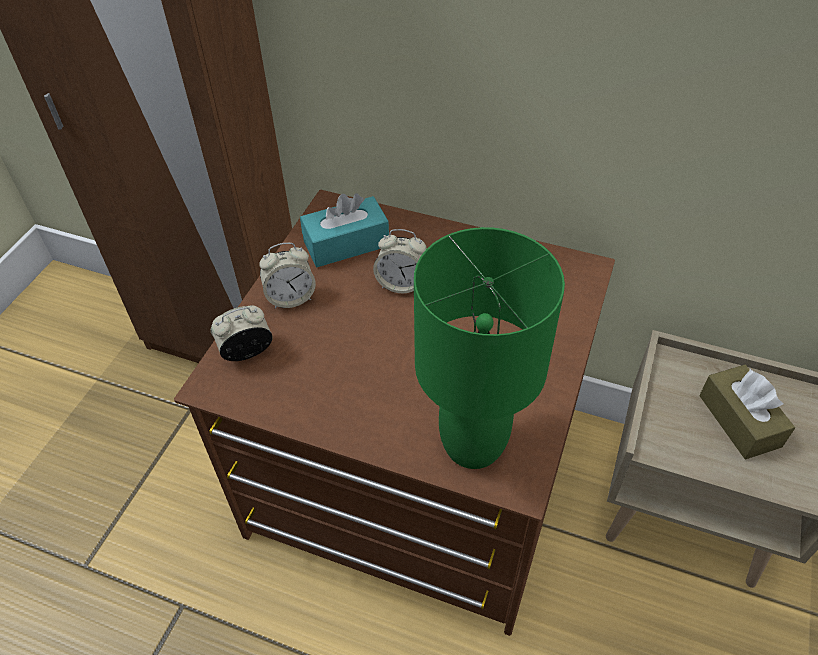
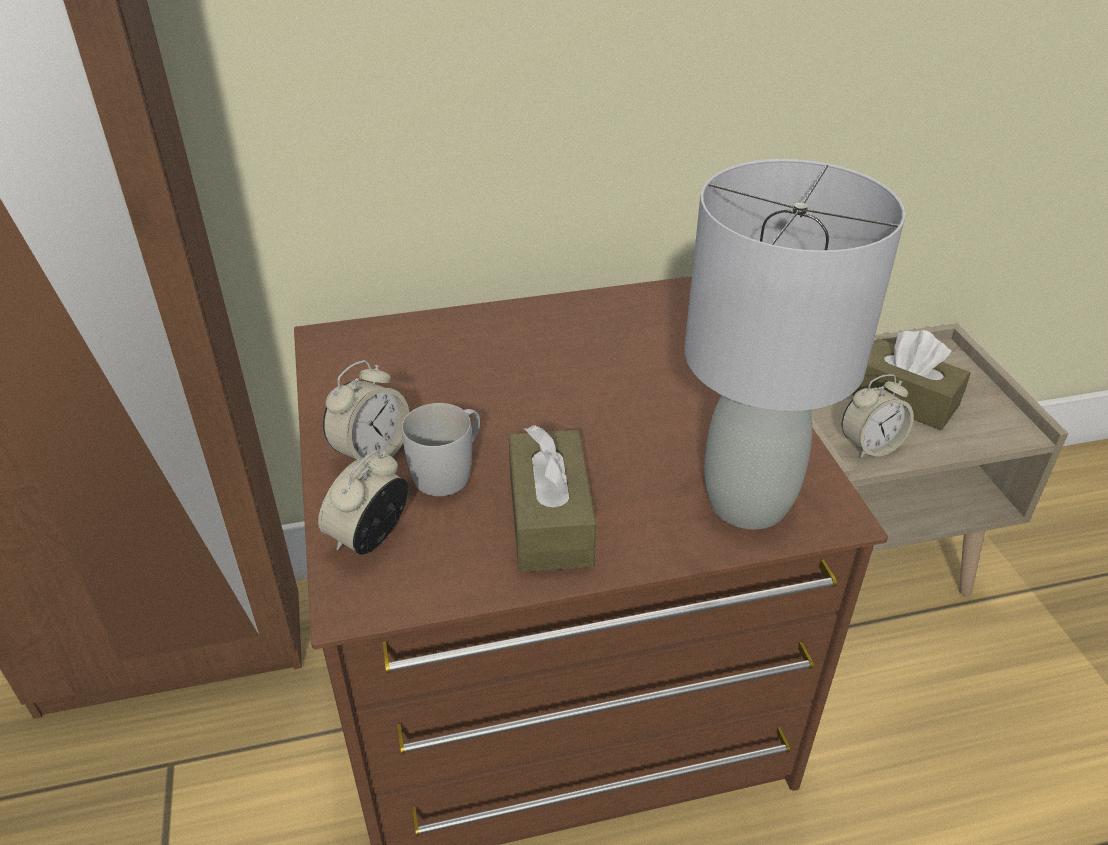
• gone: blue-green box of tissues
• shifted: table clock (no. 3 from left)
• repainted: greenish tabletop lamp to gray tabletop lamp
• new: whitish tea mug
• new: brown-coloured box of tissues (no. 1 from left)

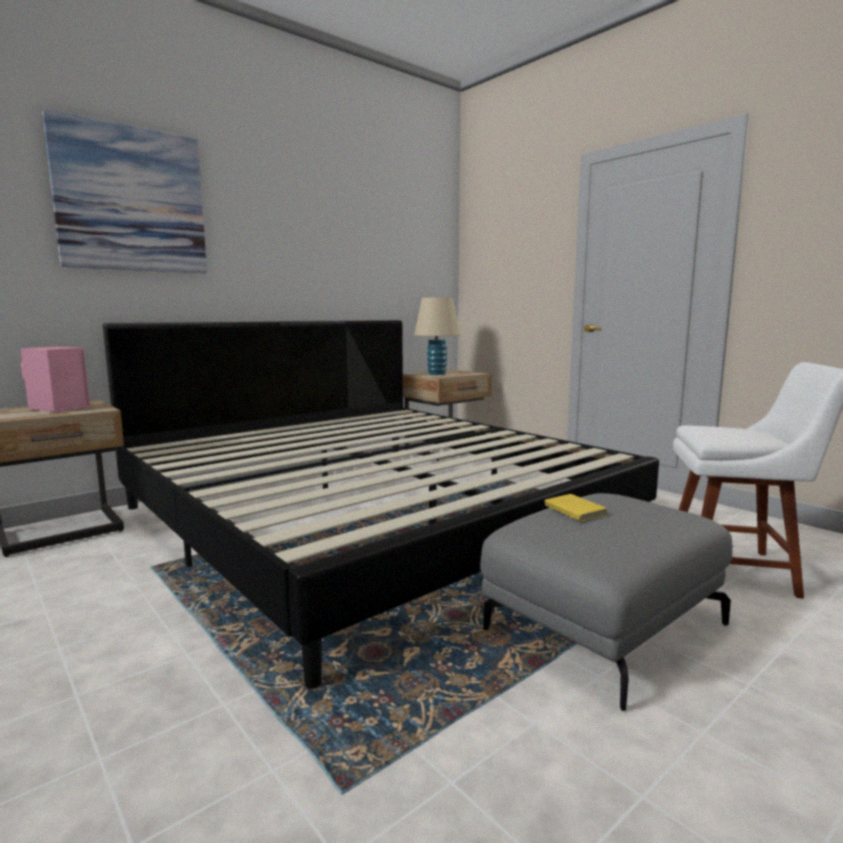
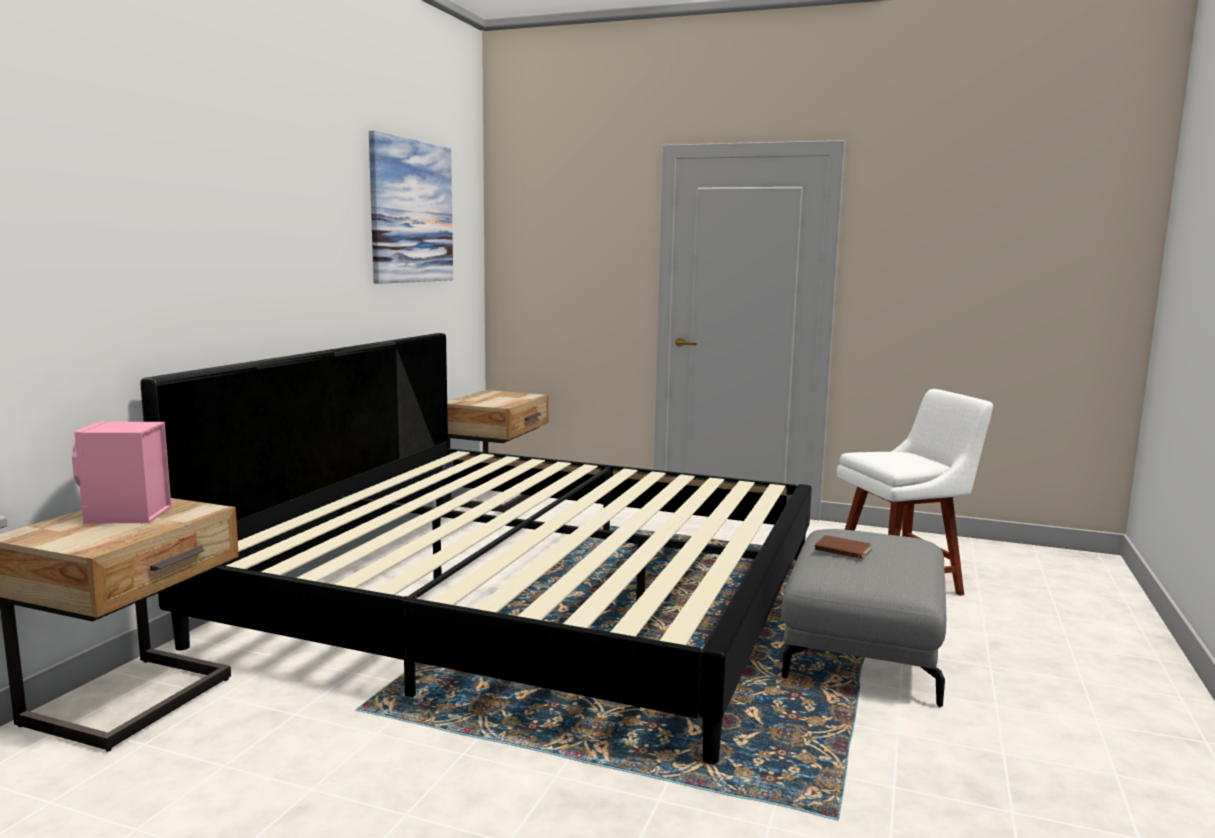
• shifted: wall picture
• gone: sand-coloured tabletop lamp
• repainted: yellow bound book to brown-coloured bound book

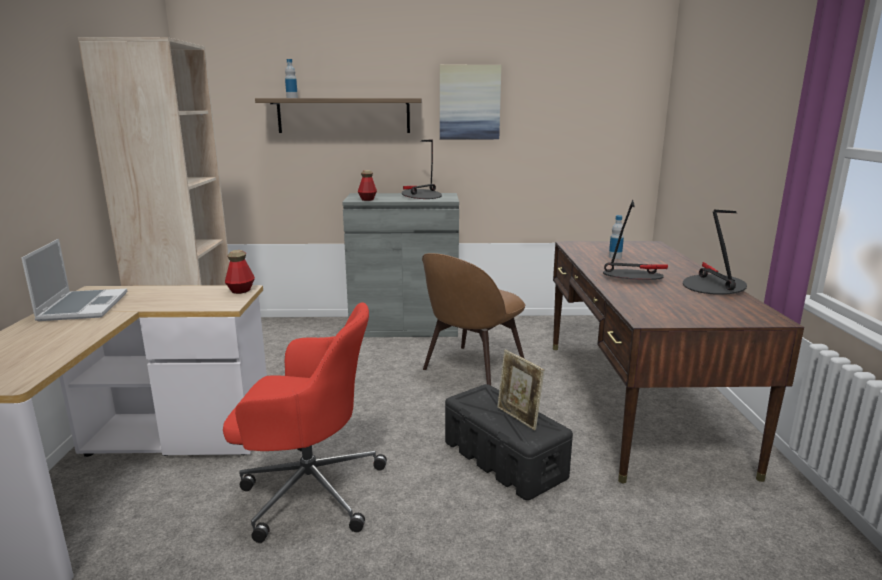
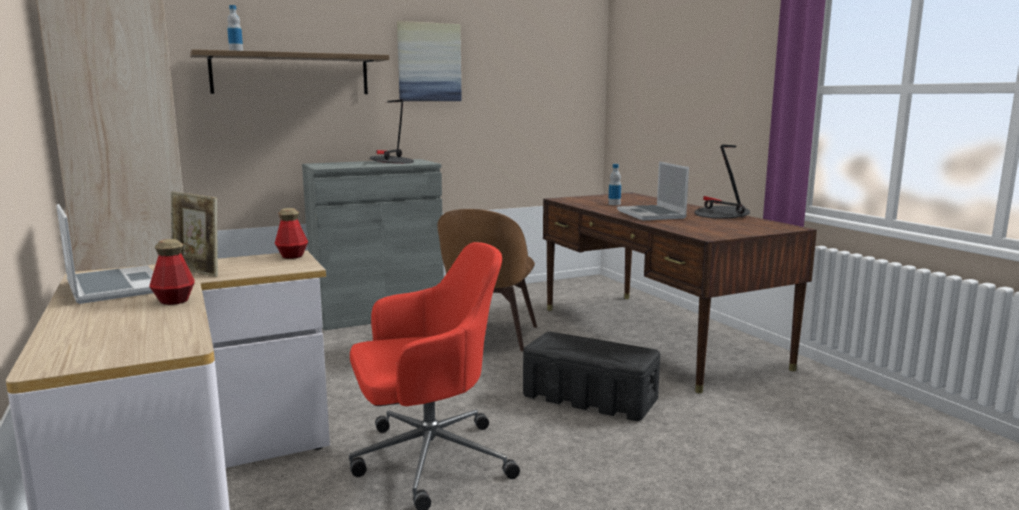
• shifted: bottle (no. 3 from left in the first image) to bottle (no. 1 from left)
• shifted: picture frame
• swapped: tabletop lamp (no. 2 from left) to portable computer (no. 2 from left)

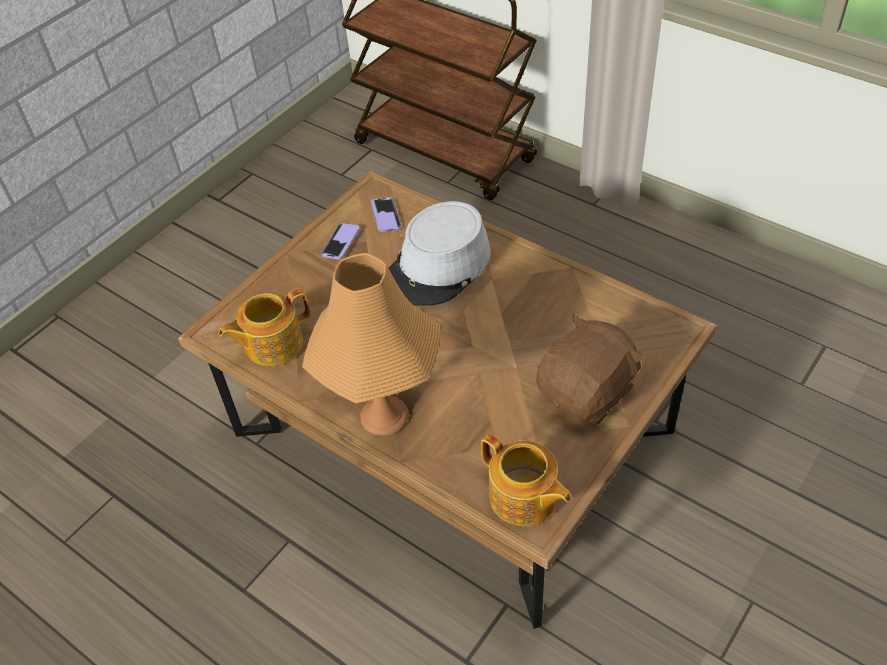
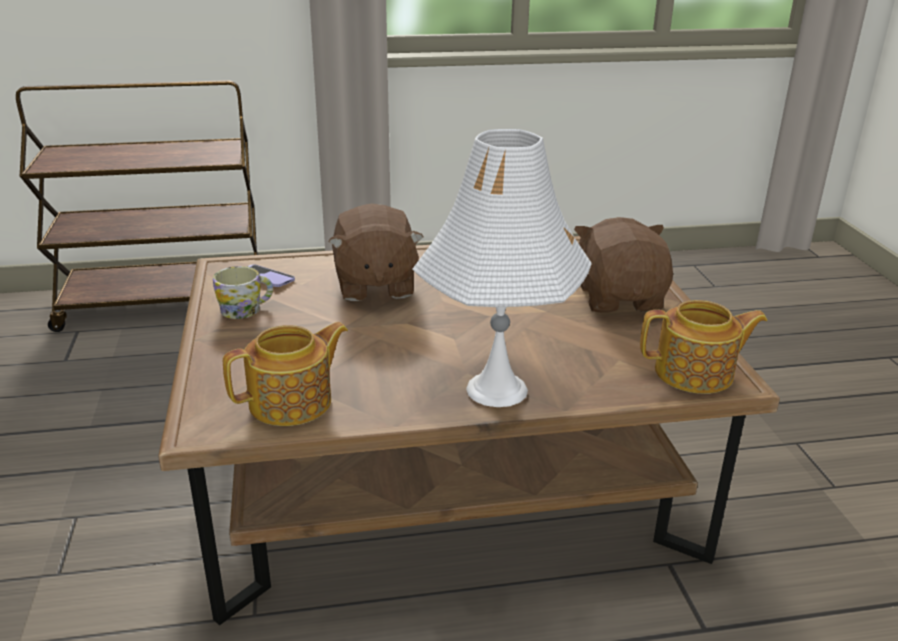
• rotated: pot for tea (no. 1 from left) 135 degrees counterclockwise
• repainted: orangey tabletop lamp to whitish tabletop lamp
• swapped: telephone (no. 1 from left) to tea mug
• swapped: gray wearable hat to brown-coloured soft toy (no. 1 from left)

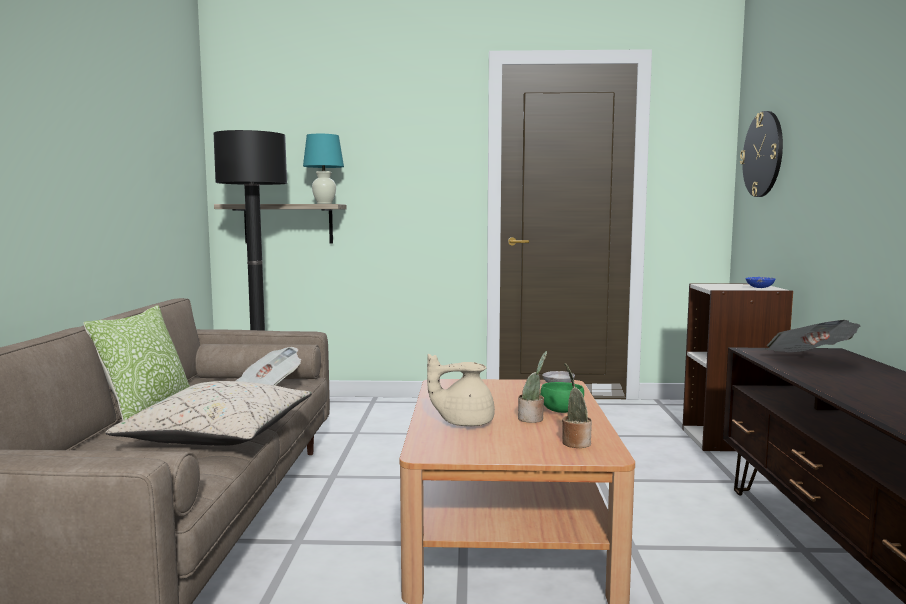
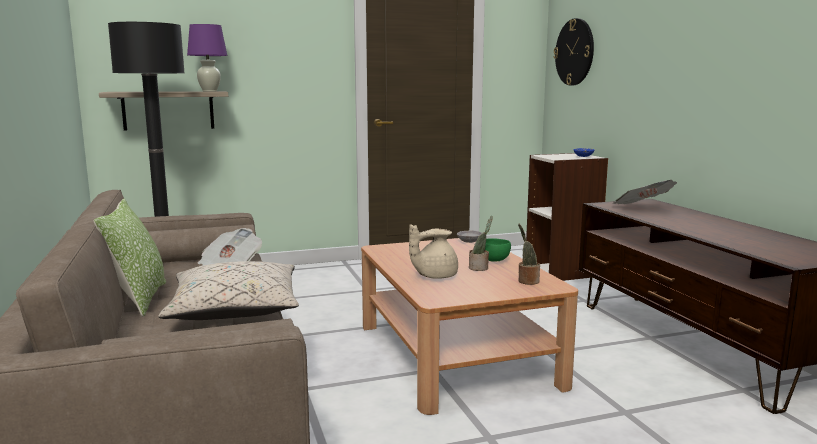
• repainted: blue-green tabletop lamp to purple tabletop lamp

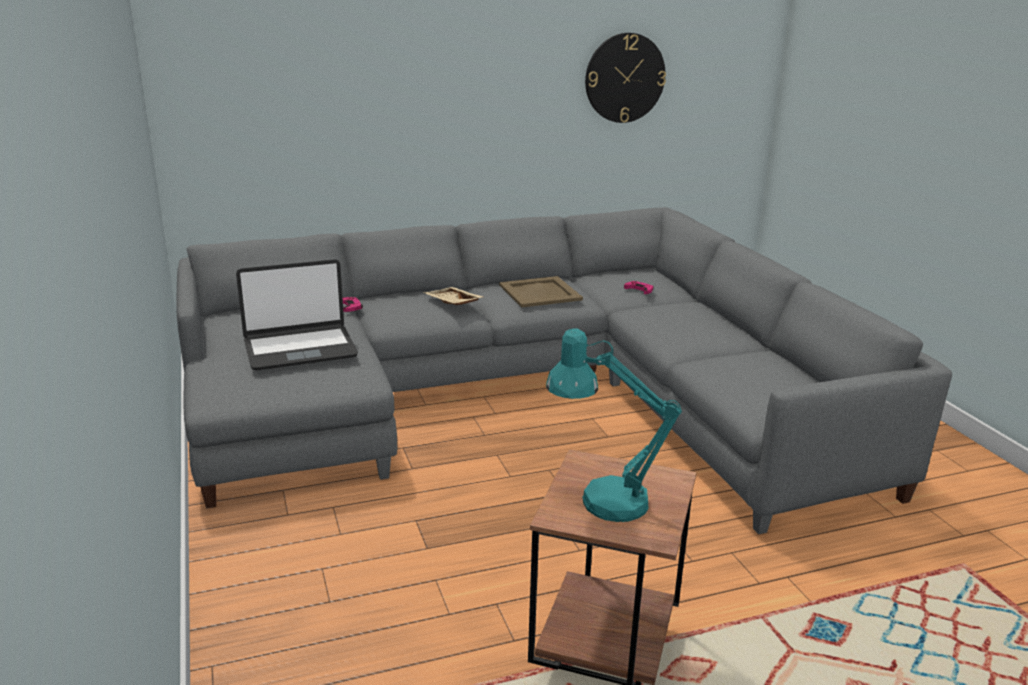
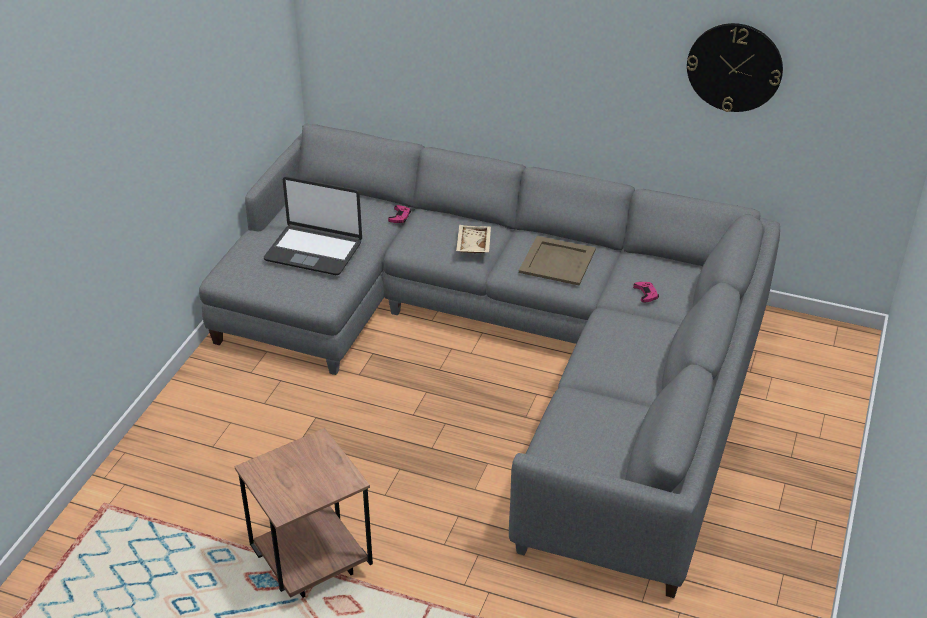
• gone: blue-green tabletop lamp

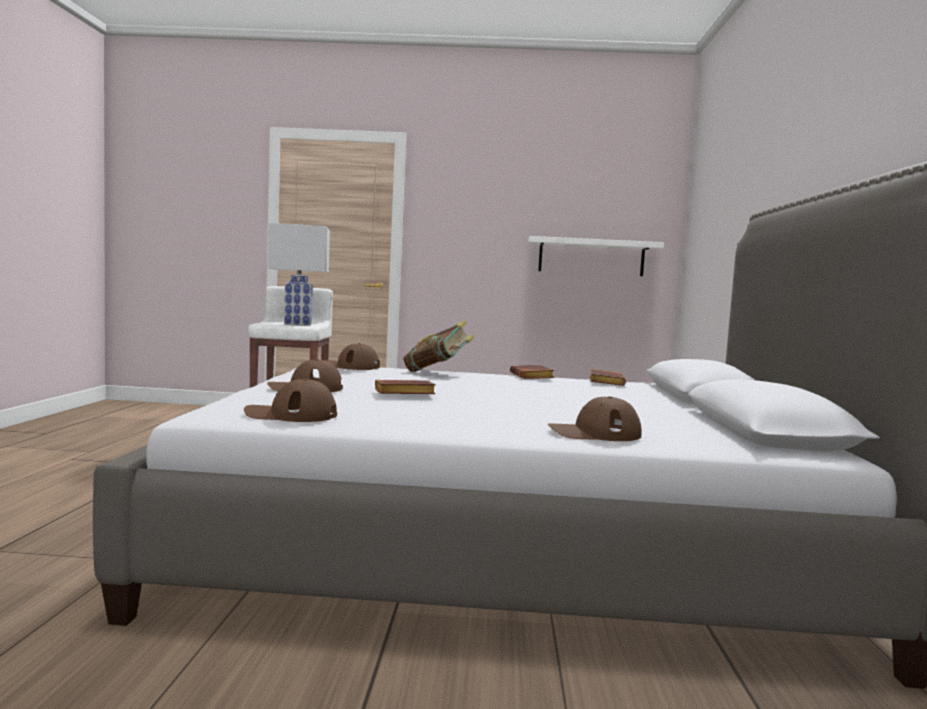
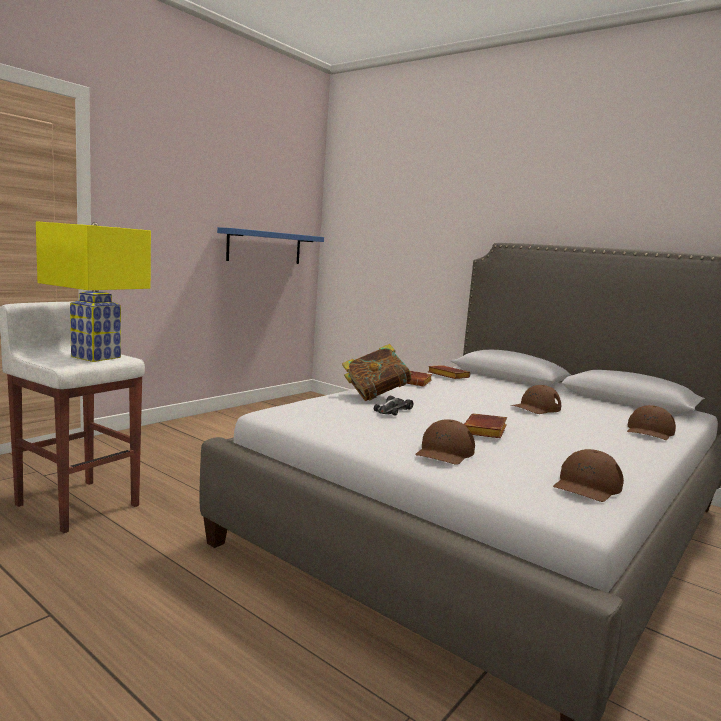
• repainted: whitish tabletop lamp to yellow tabletop lamp
• shifted: brown-coloured peaked cap (no. 3 from left in the first image) to brown-coloured peaked cap (no. 2 from left)
• repainted: whitish wall shelf to blue wall shelf
• new: toy car

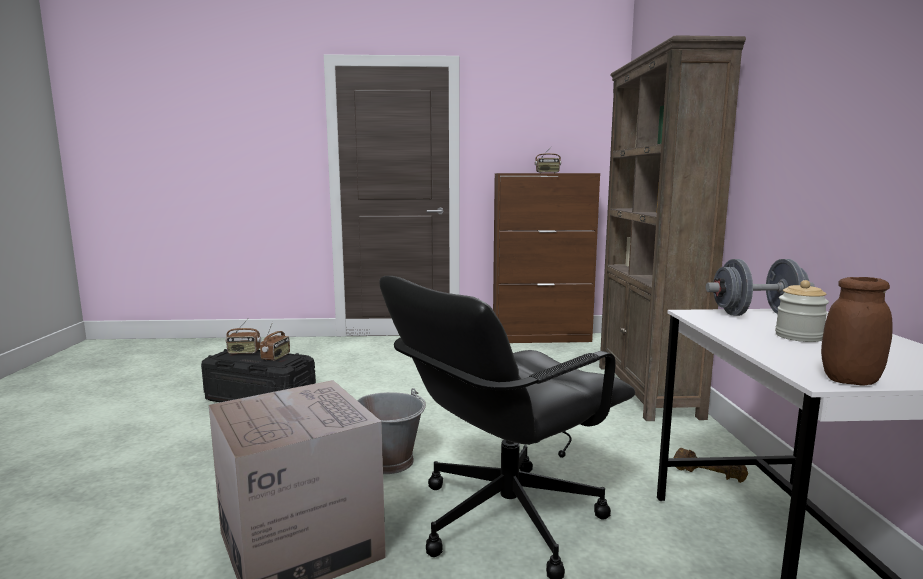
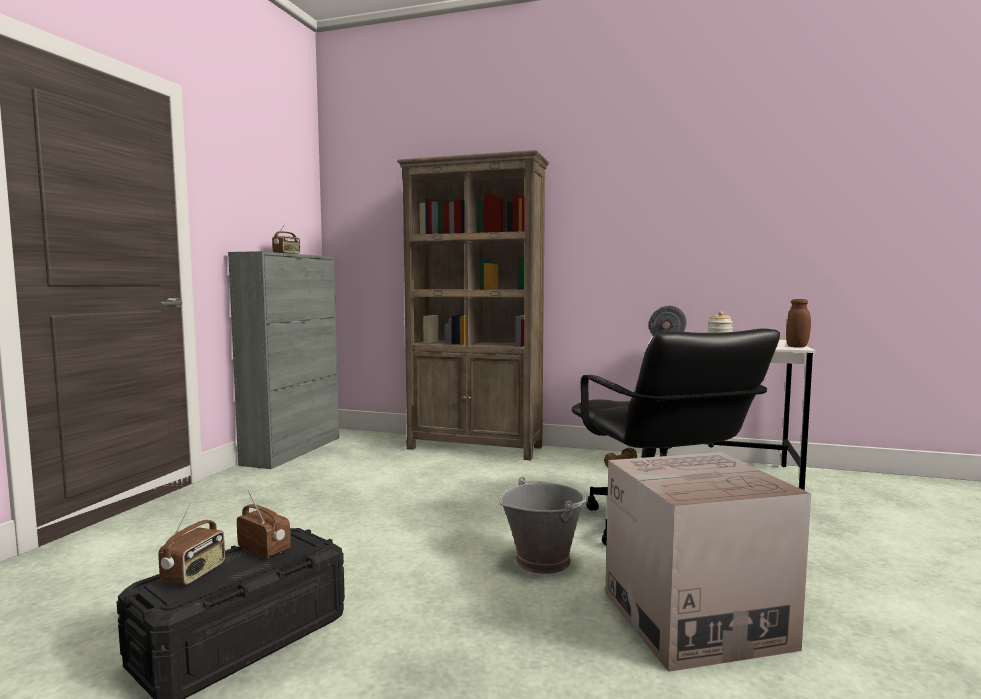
• repainted: brown-coloured cabinet to gray cabinet

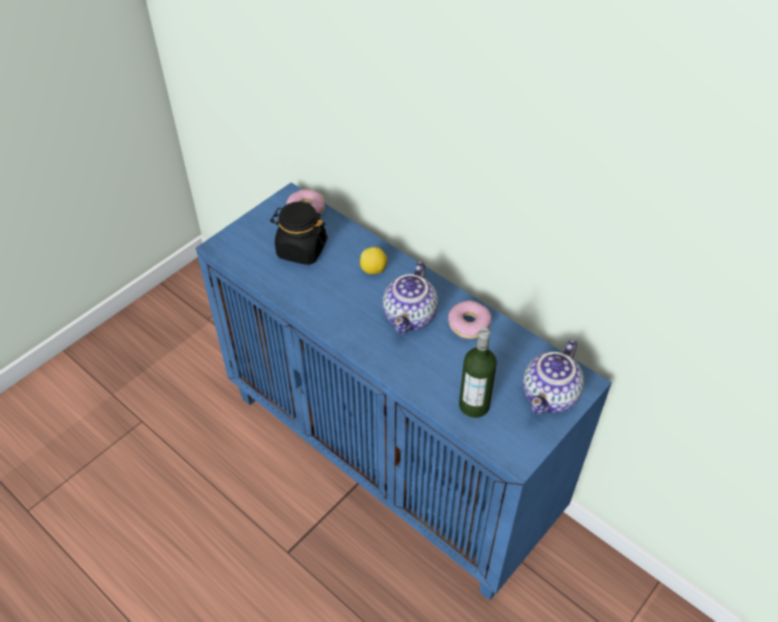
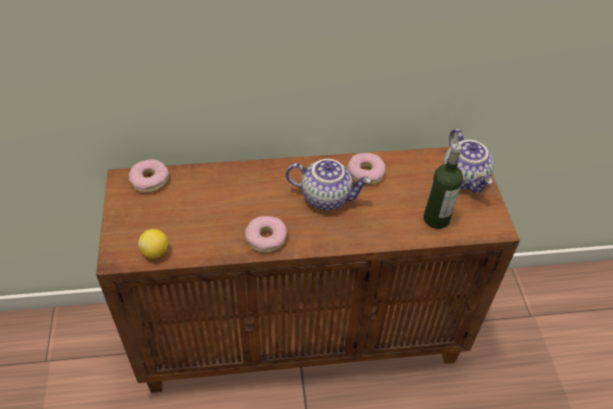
• repainted: blue cabinet to brown-coloured cabinet
• gone: black-coloured jar
• shifted: lemon
• rotated: pot for tea (no. 1 from left) 45 degrees counterclockwise
• new: doughnut (no. 2 from left)

